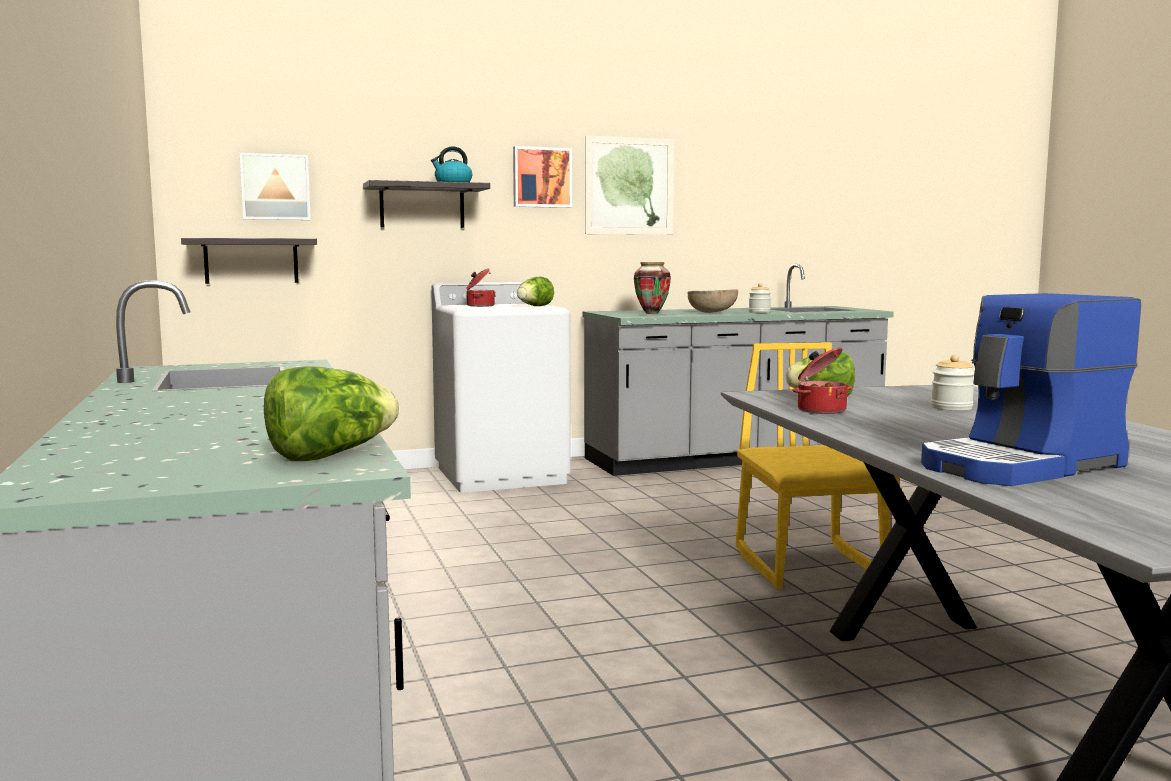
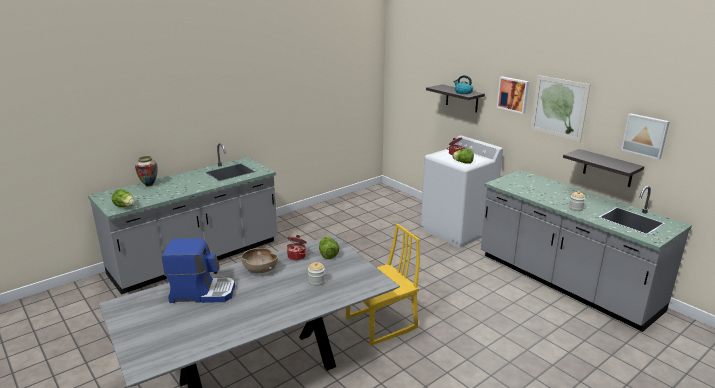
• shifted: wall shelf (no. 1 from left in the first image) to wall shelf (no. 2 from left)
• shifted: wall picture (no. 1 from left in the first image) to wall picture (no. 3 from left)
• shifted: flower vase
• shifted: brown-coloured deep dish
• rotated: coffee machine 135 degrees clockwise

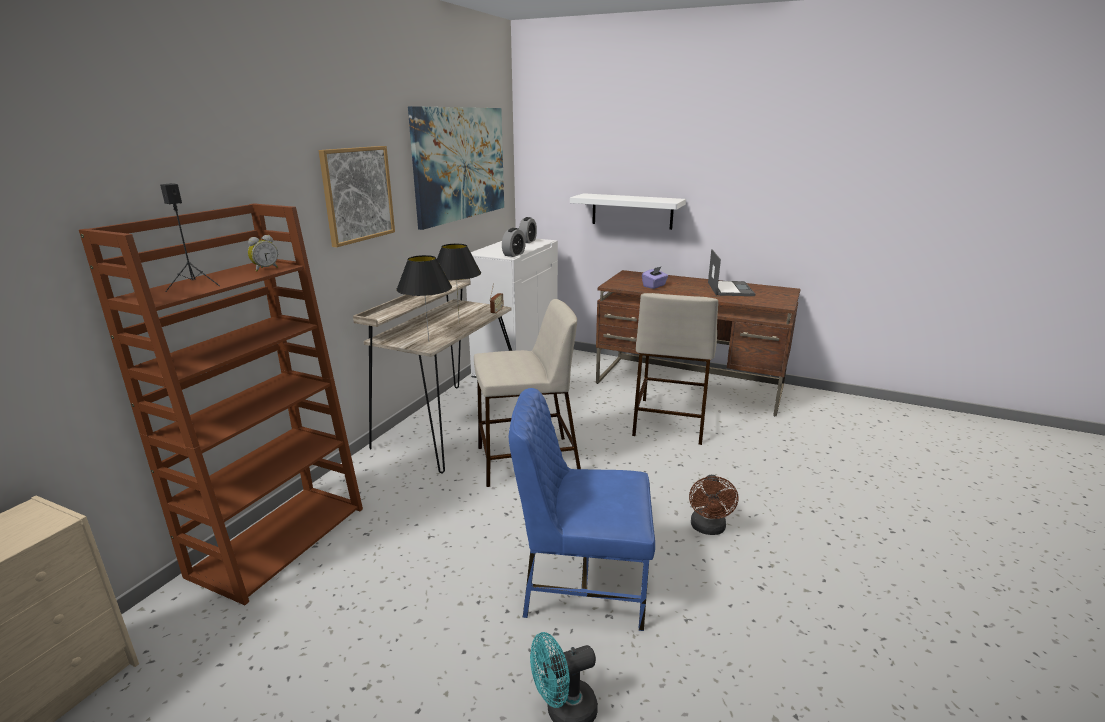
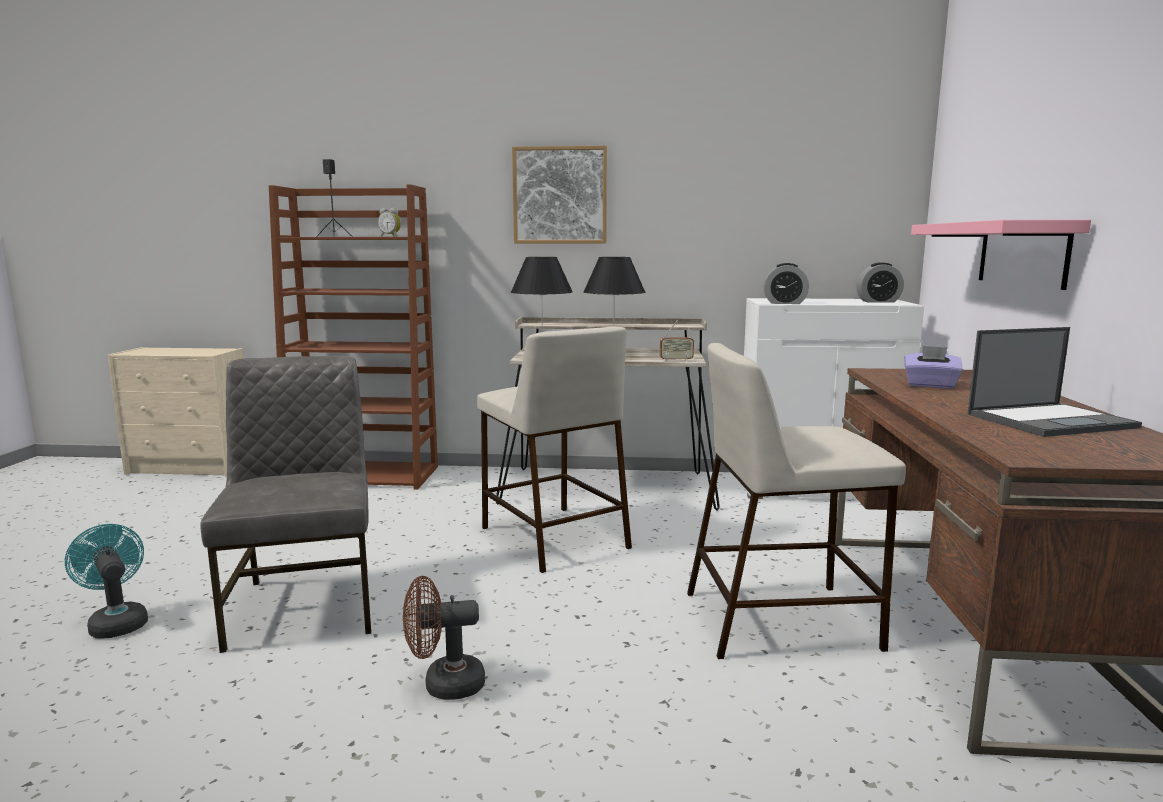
• gone: wall picture (no. 2 from left)
• repainted: blue plain chair to gray plain chair
• repainted: whitish wall shelf to pink wall shelf

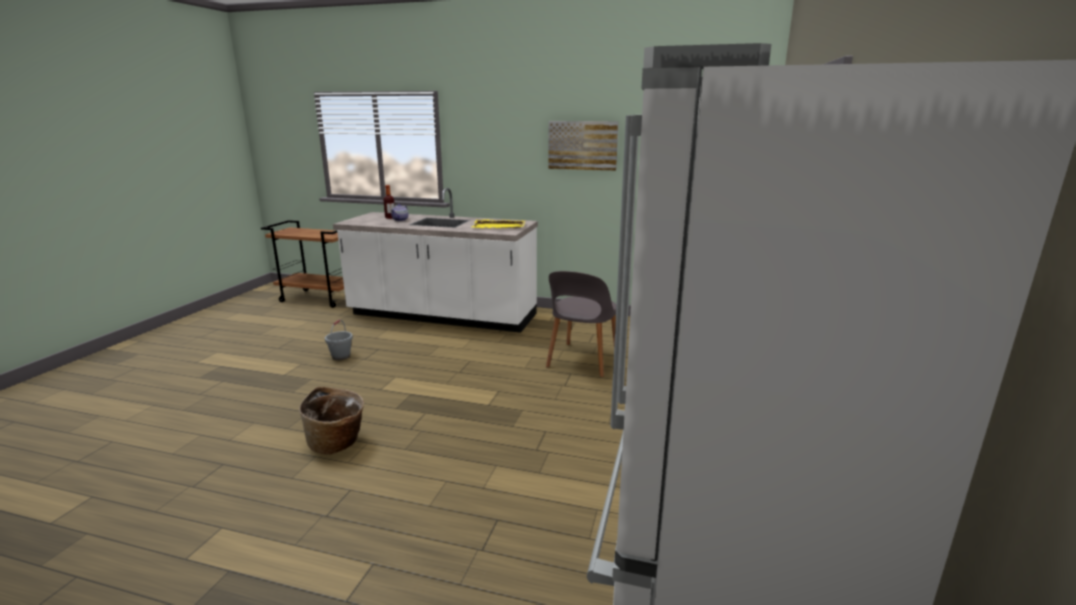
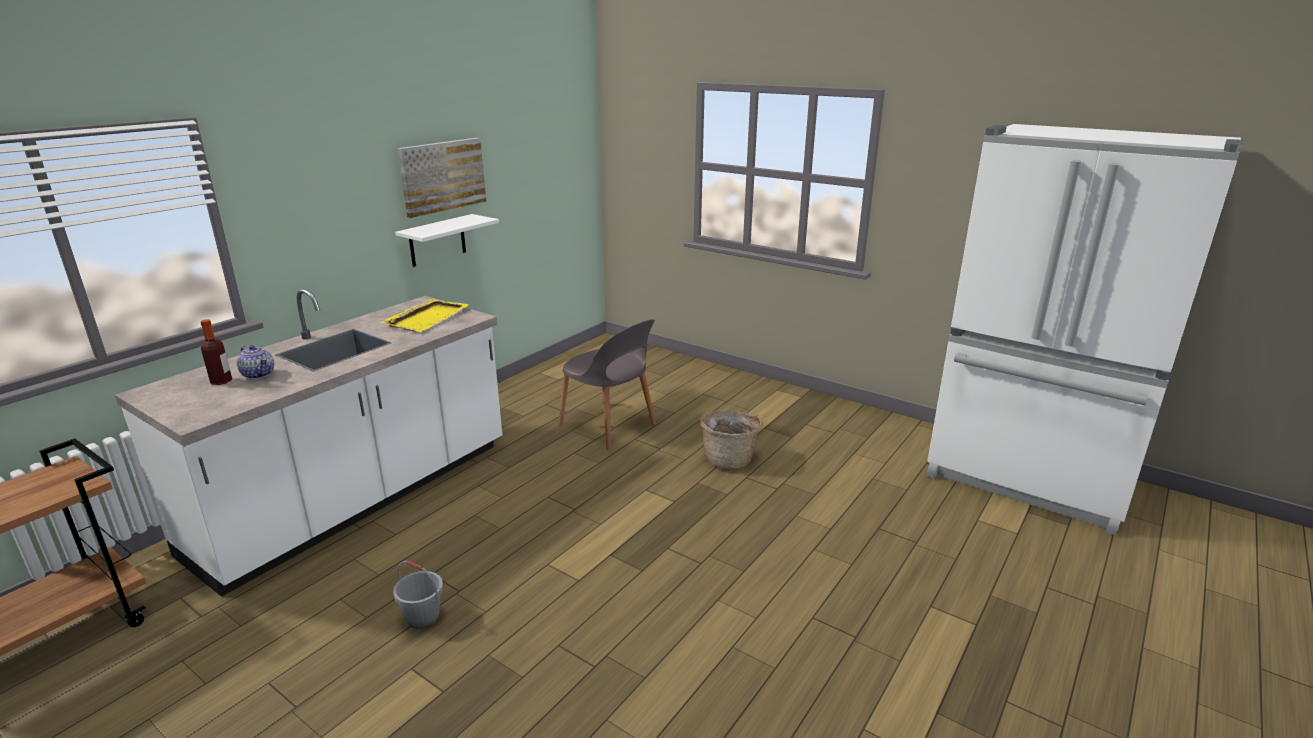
• shifted: storage basket
• new: whitish wall shelf

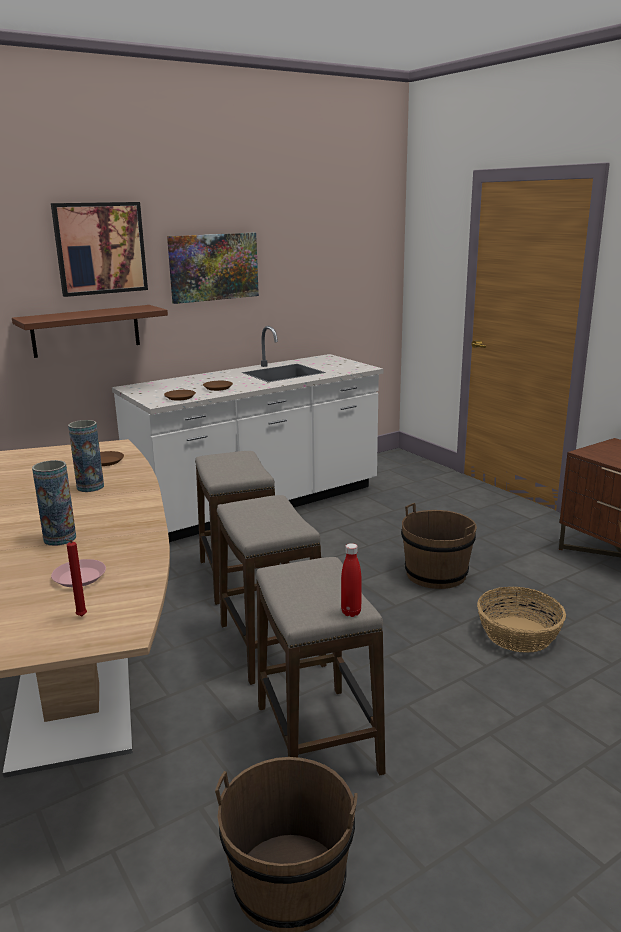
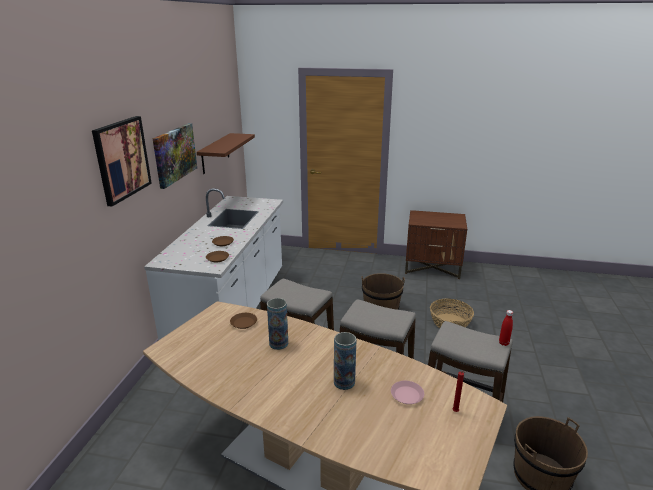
• shifted: brown-coloured wall shelf

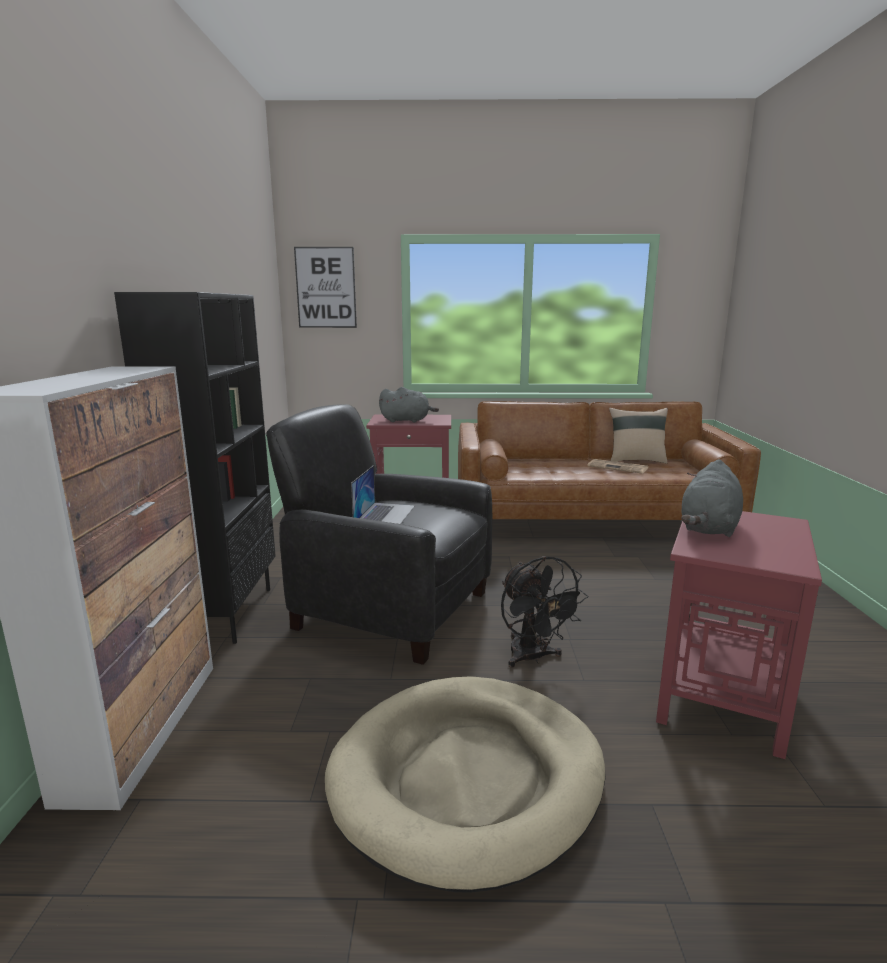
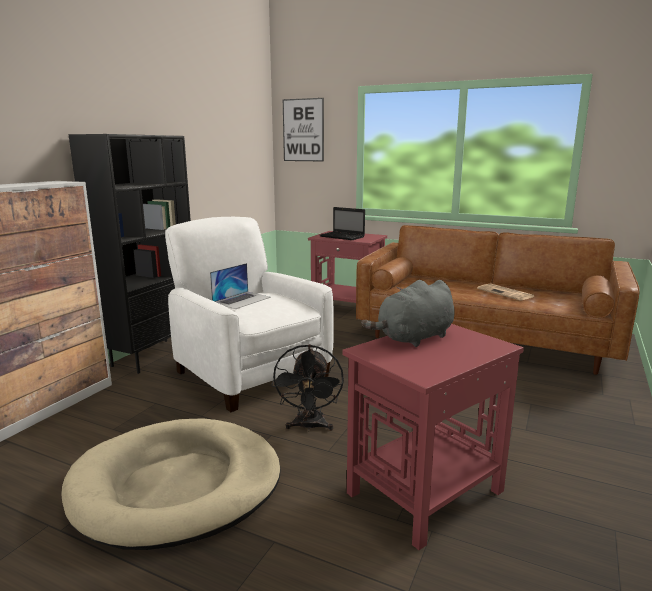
• repainted: black-coloured lounge chair to whitish lounge chair
• swapped: gray soft toy (no. 1 from left) to portable computer (no. 2 from left)
• gone: sand-coloured throw pillow

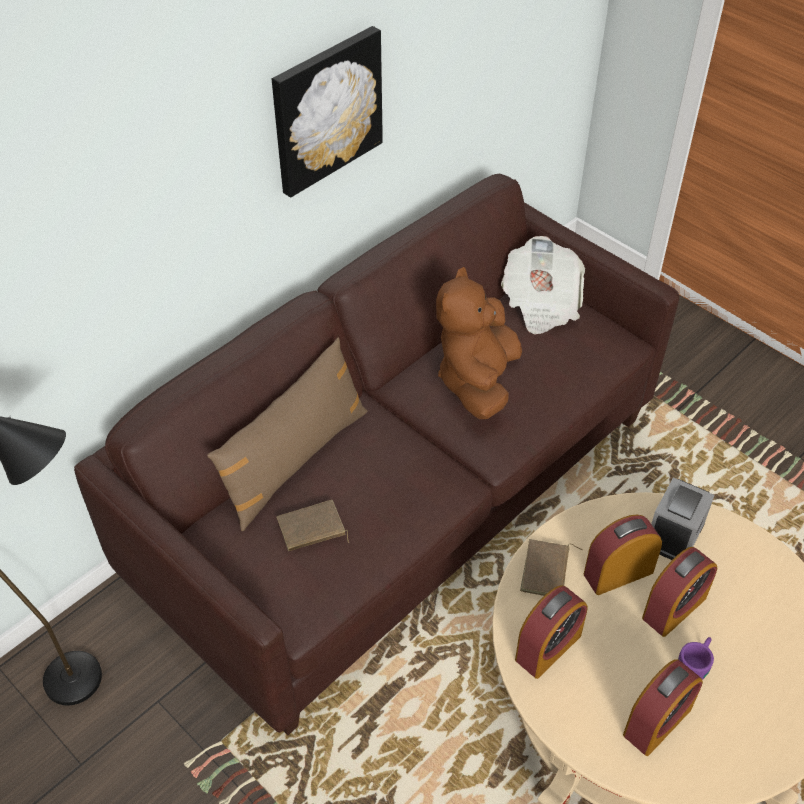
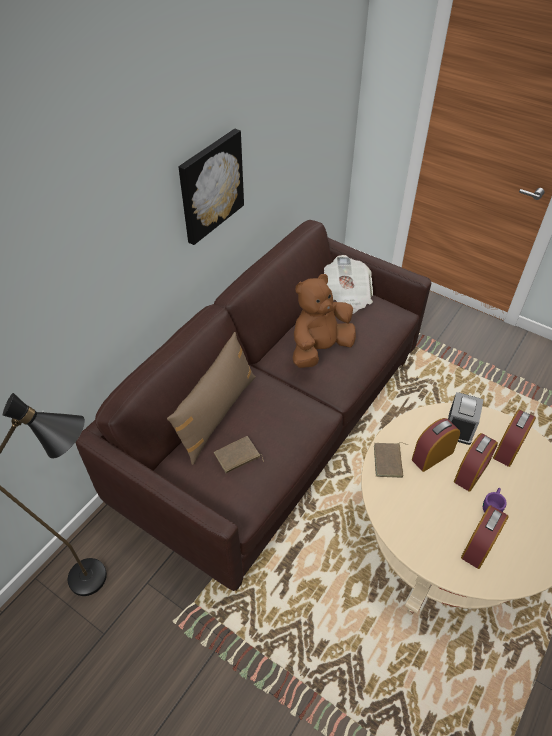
• rotated: brown-coloured soft toy 45 degrees clockwise
• shifted: table clock (no. 1 from left in the first image) to table clock (no. 5 from left)

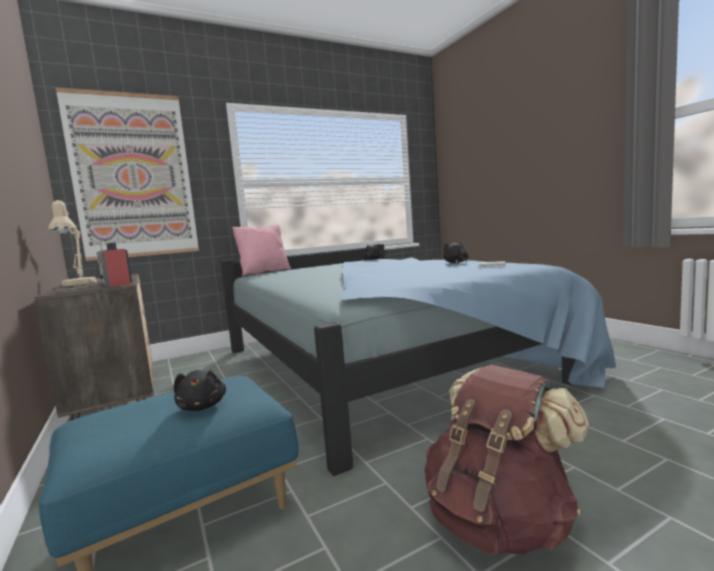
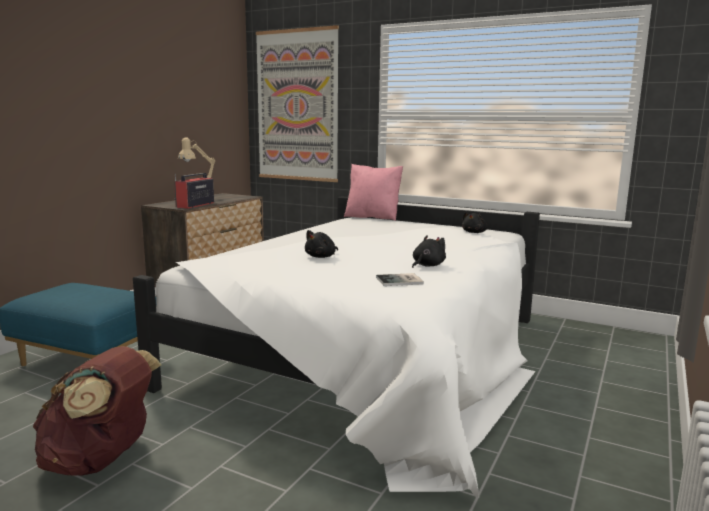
• shifted: black-coloured soft toy (no. 1 from left)
• repainted: blue bed to whitish bed

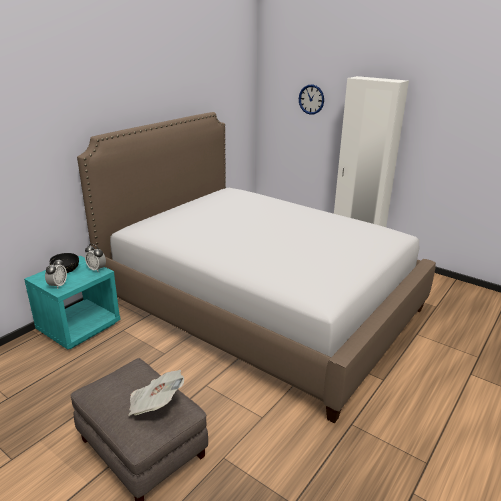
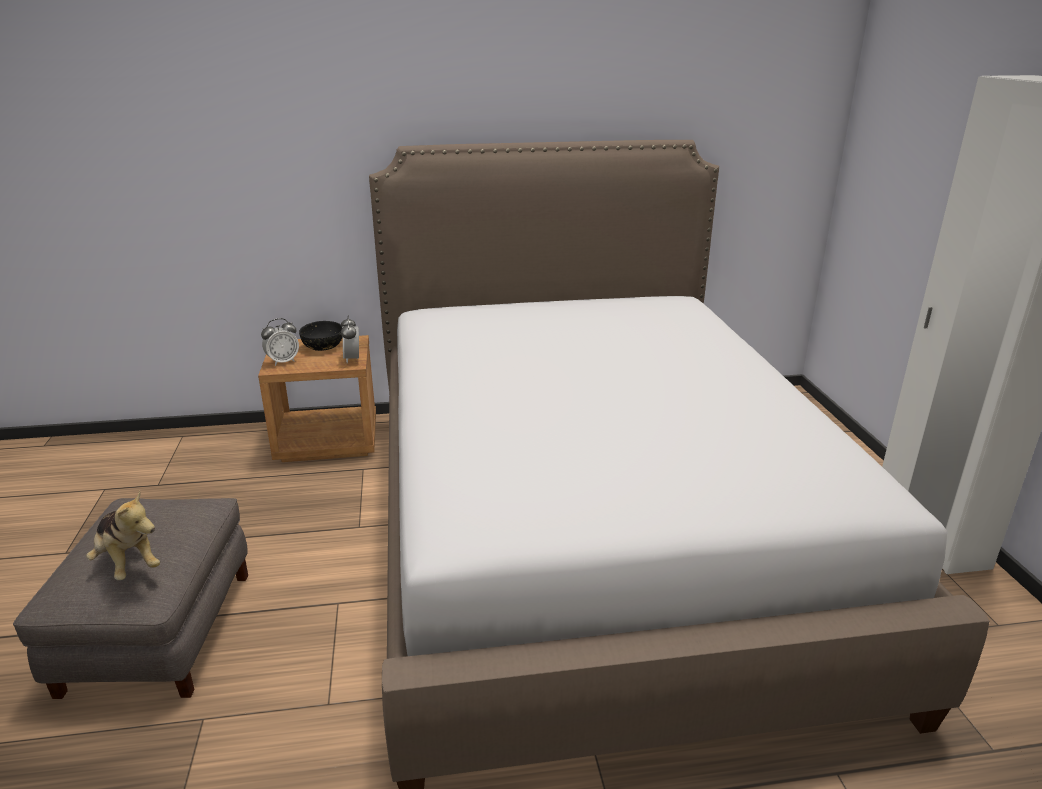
• repainted: blue-green night table to brown-coloured night table
• swapped: daily paper to soft toy
• gone: hanging clock

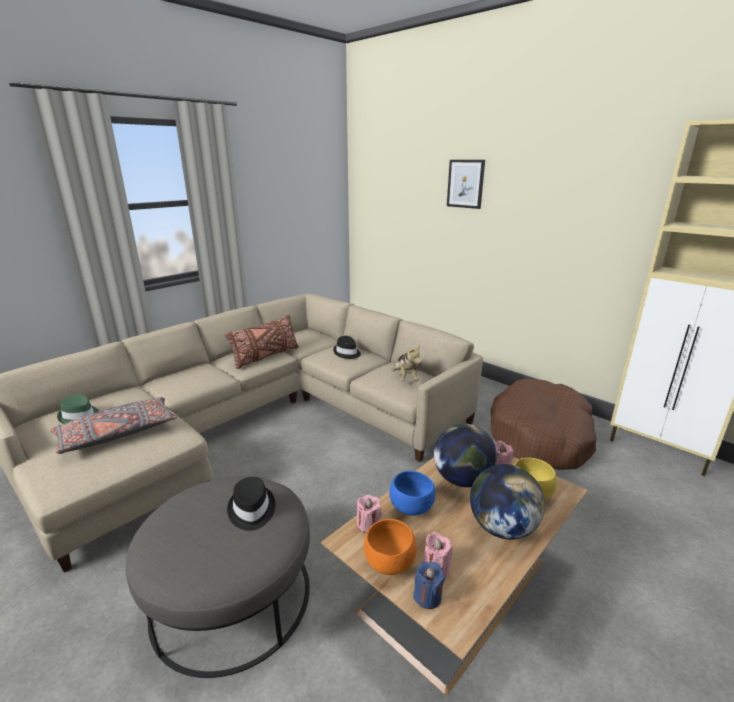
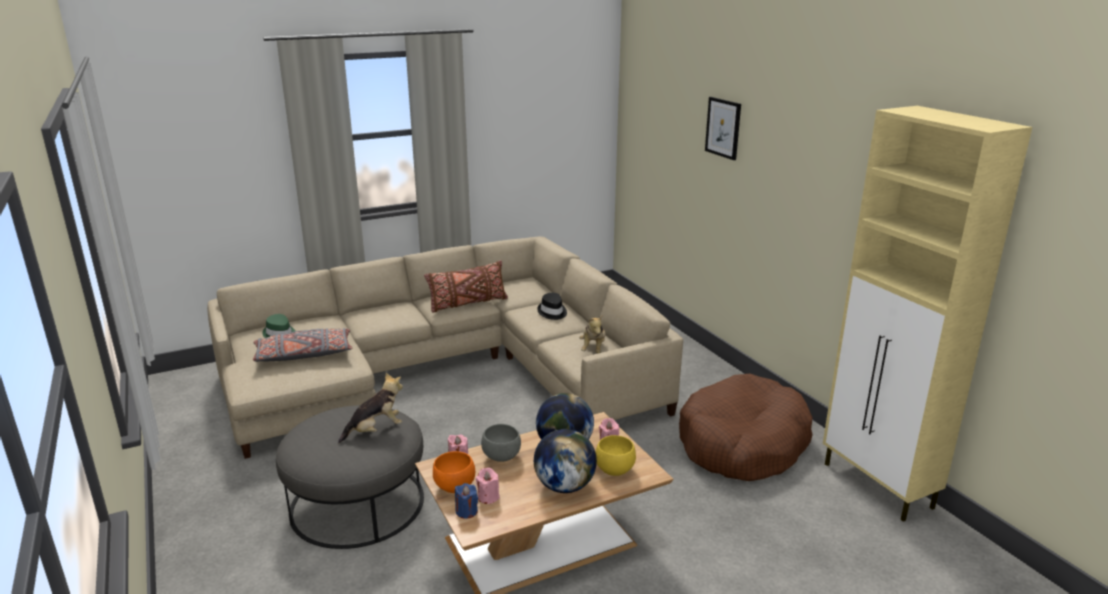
• swapped: black-coloured wearable hat (no. 1 from left) to soft toy (no. 1 from left)
• repainted: blue deep dish to gray deep dish

